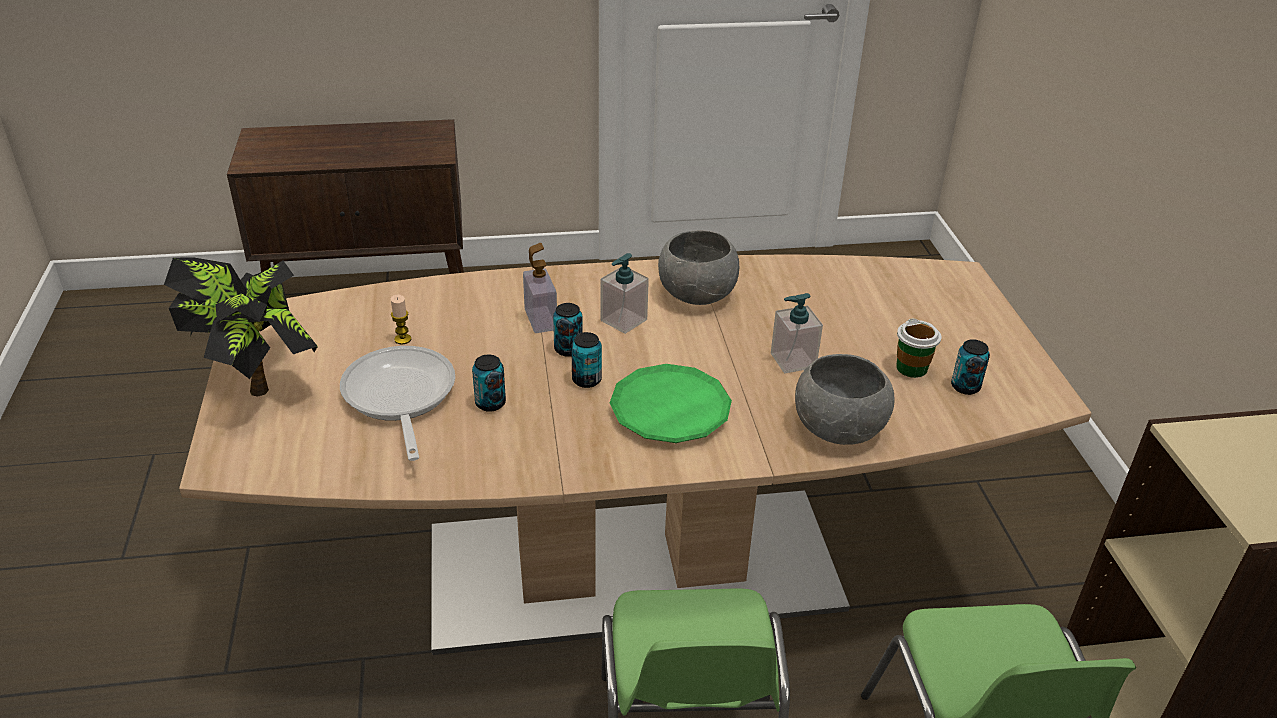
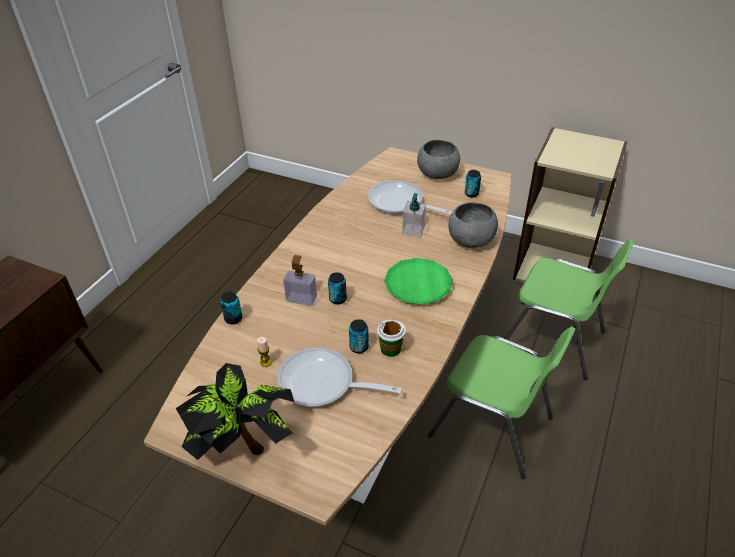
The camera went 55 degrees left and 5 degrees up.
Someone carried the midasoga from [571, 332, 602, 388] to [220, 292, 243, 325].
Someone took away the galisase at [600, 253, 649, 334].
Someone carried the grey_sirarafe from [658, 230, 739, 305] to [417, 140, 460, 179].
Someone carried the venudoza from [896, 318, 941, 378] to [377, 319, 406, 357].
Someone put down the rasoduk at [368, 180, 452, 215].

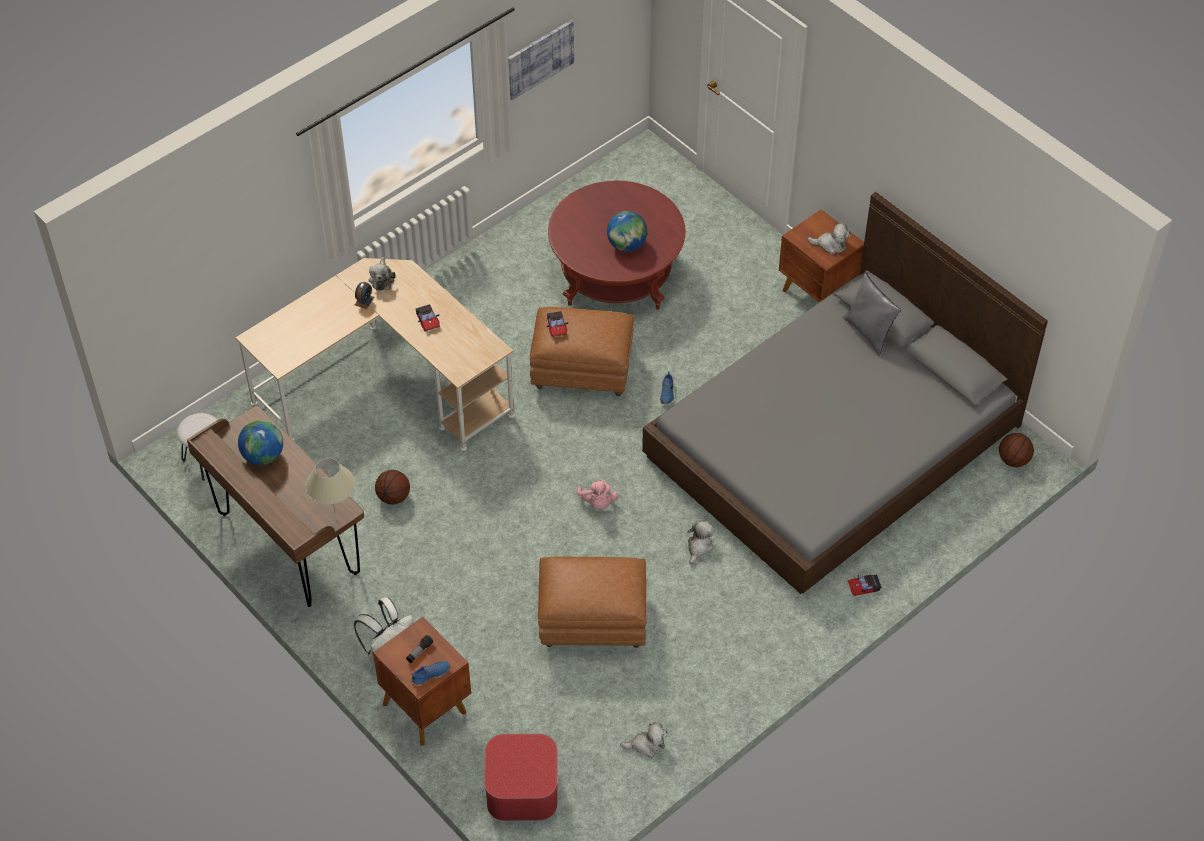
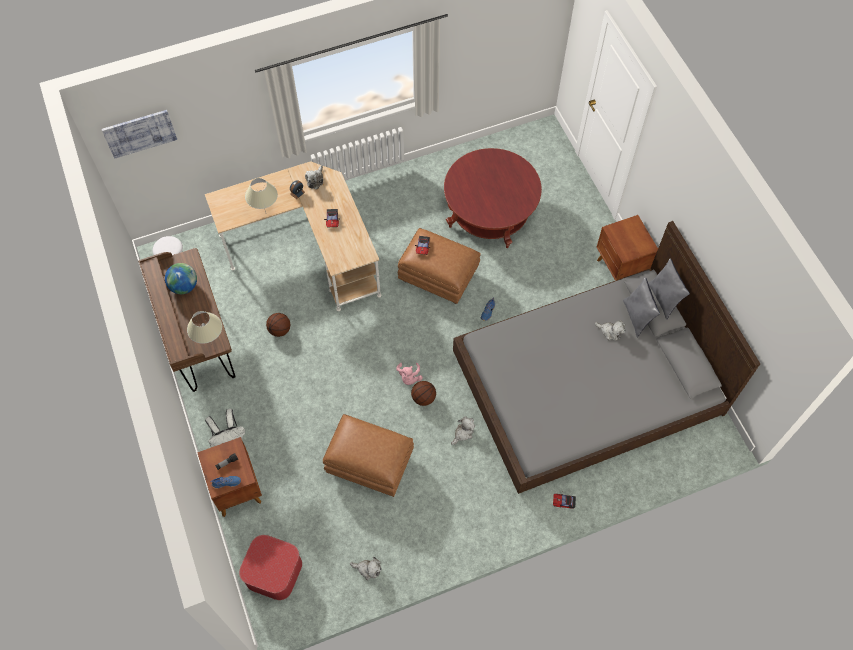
The camera went 20 degrees right and 10 degrees up.
Someone carried the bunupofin from [508, 20, 574, 100] to [102, 110, 177, 158].
Someone took away the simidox at [607, 211, 647, 252].
Someone carried the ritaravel from [808, 223, 850, 254] to [595, 320, 625, 340].
Someone carried the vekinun from [999, 433, 1034, 467] to [411, 381, 436, 406].
Someone put down the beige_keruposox at [245, 178, 278, 213].
Someone put down the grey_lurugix at [648, 258, 690, 320].

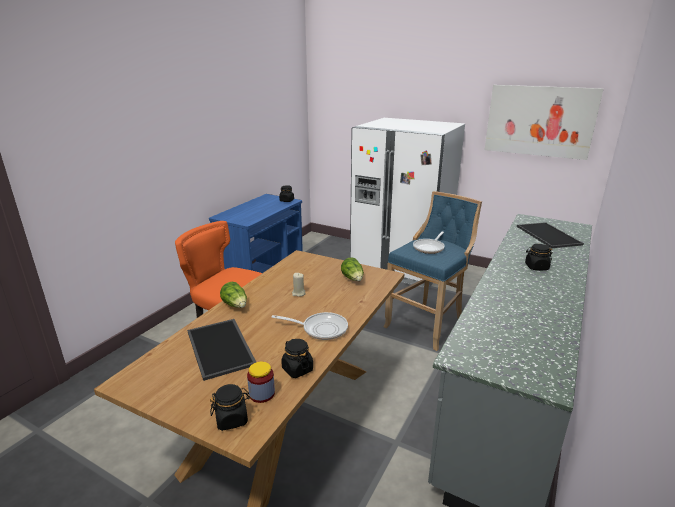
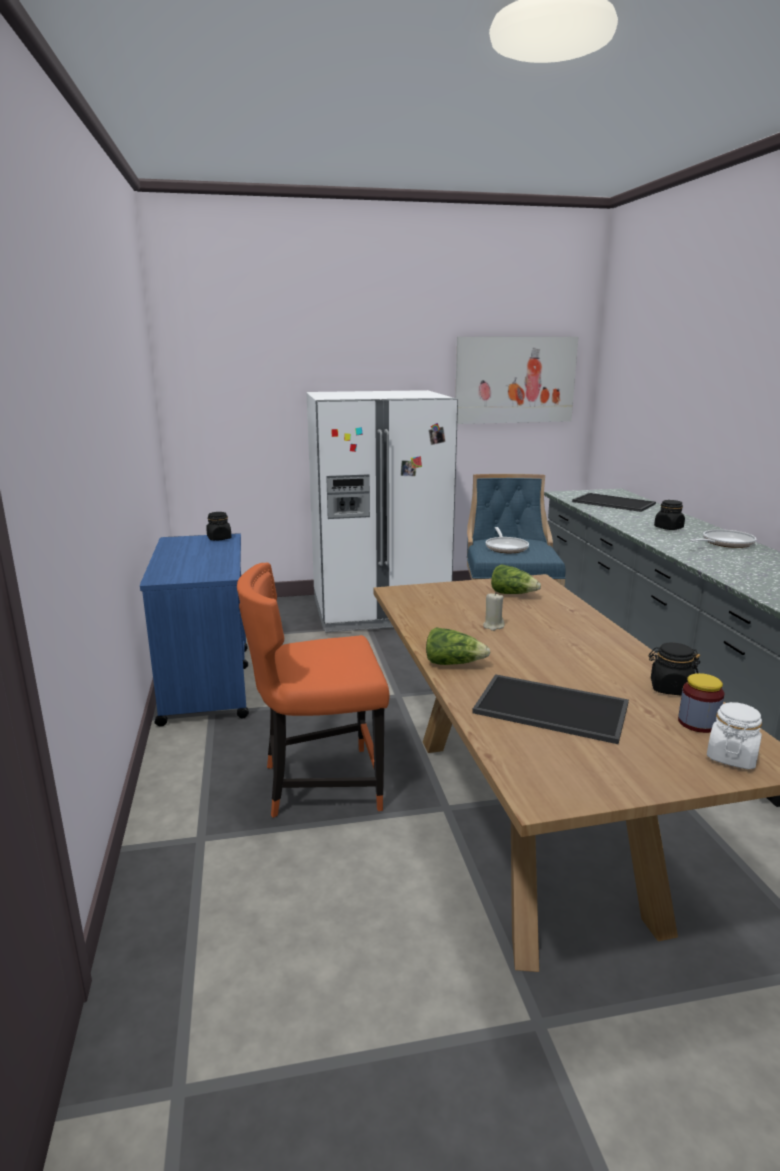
The camera went 40 degrees left and 5 degrees down.
Someone repainted the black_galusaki at [210, 384, 250, 431], which became the white_galusaki at [707, 702, 762, 769].
Someone carried the rasoduk from [272, 312, 348, 340] to [689, 529, 757, 548].

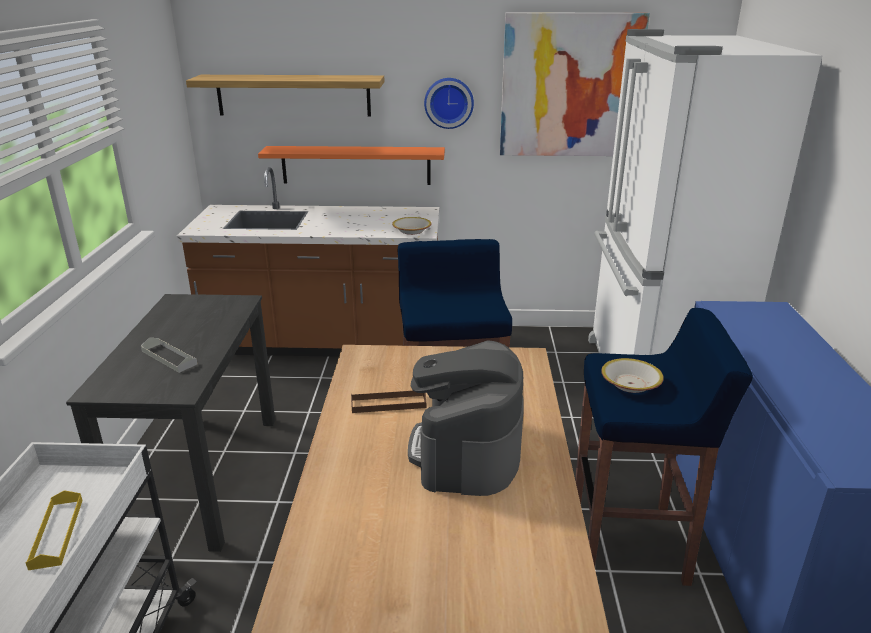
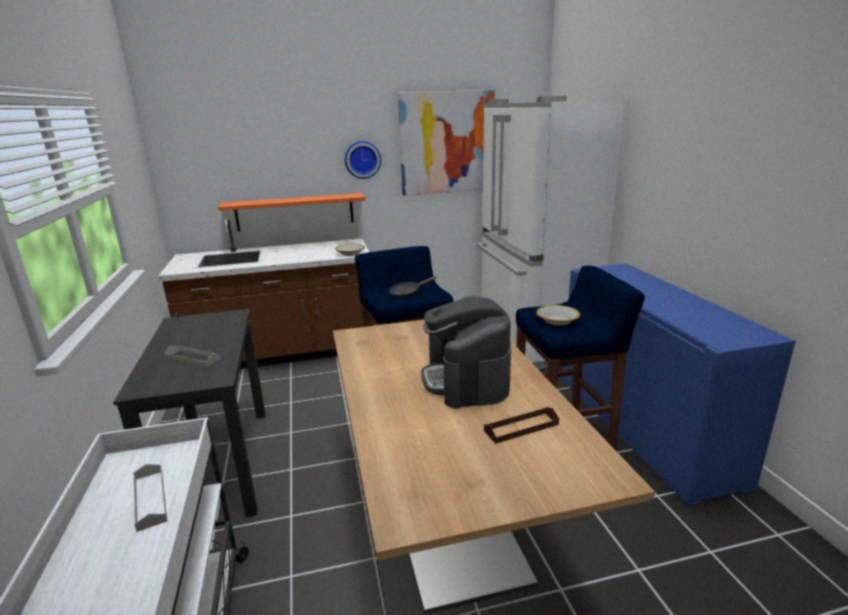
The camera went 15 degrees left and 5 degrees down.
Someone repainted the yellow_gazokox at [26, 490, 83, 570], which became the grey_gazokox at [133, 464, 167, 532].
Someone took away the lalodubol at [186, 75, 384, 116].
Someone carried the brown_gazokox from [351, 391, 426, 413] to [484, 407, 559, 444].
Someone put down the black_rasoduk at [389, 276, 436, 298].

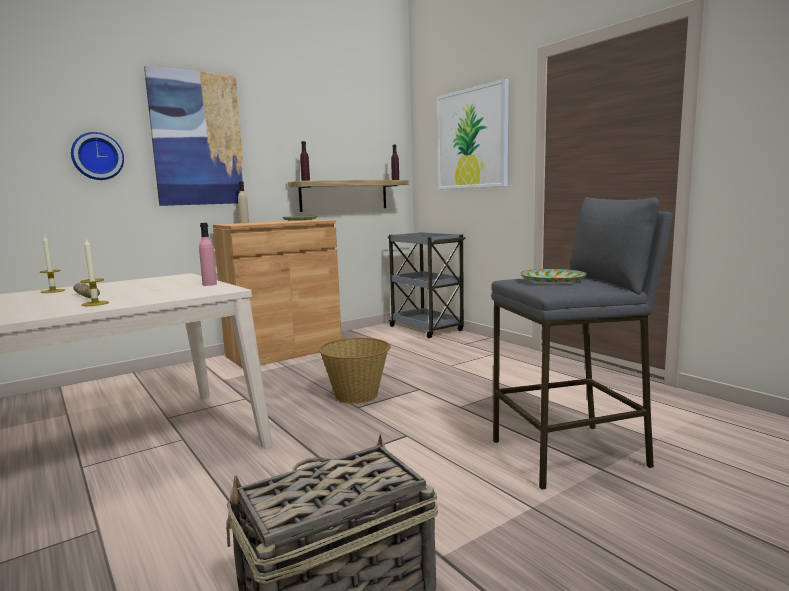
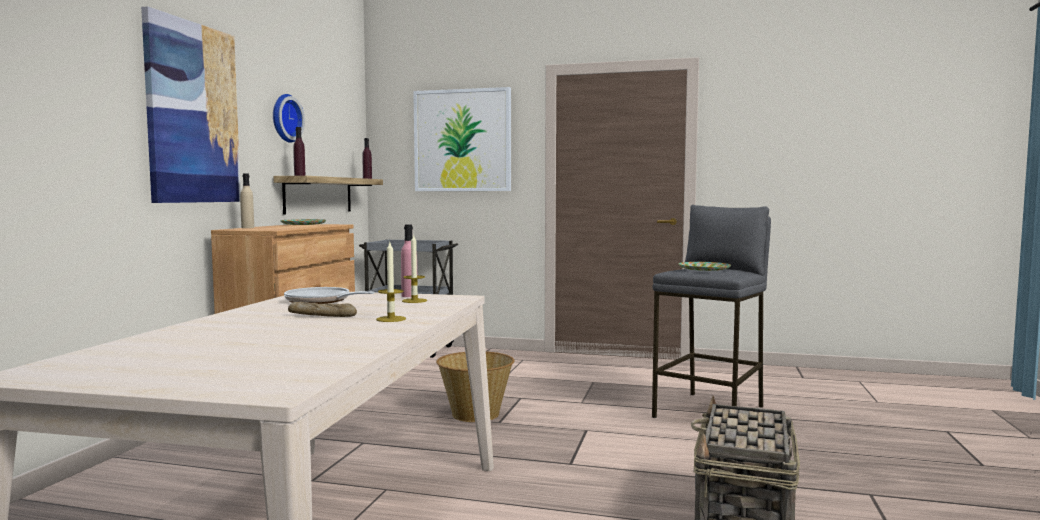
The camera went 40 degrees left and 5 degrees down.
Someone carried the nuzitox from [40, 236, 65, 293] to [402, 234, 427, 303].
Someone carried the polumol from [71, 132, 124, 180] to [273, 94, 305, 143].
Someone put down the rasoduk at [284, 287, 374, 304].

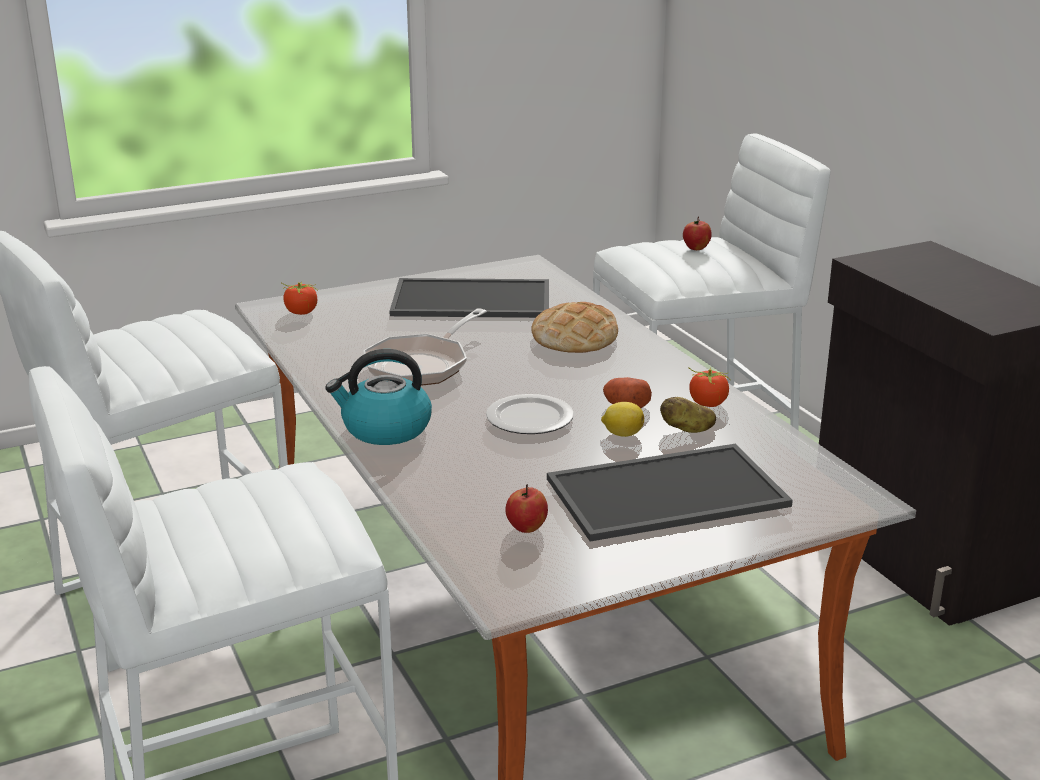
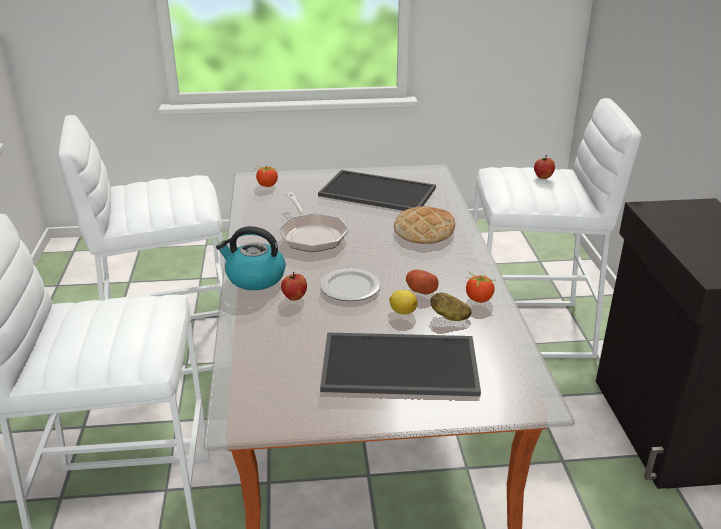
The camera went 20 degrees right and 5 degrees up.
Someone rotated the rasoduk at [363, 308, 487, 386] by 75 degrees counterclockwise.
Someone carried the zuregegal from [506, 484, 548, 533] to [281, 272, 307, 301].

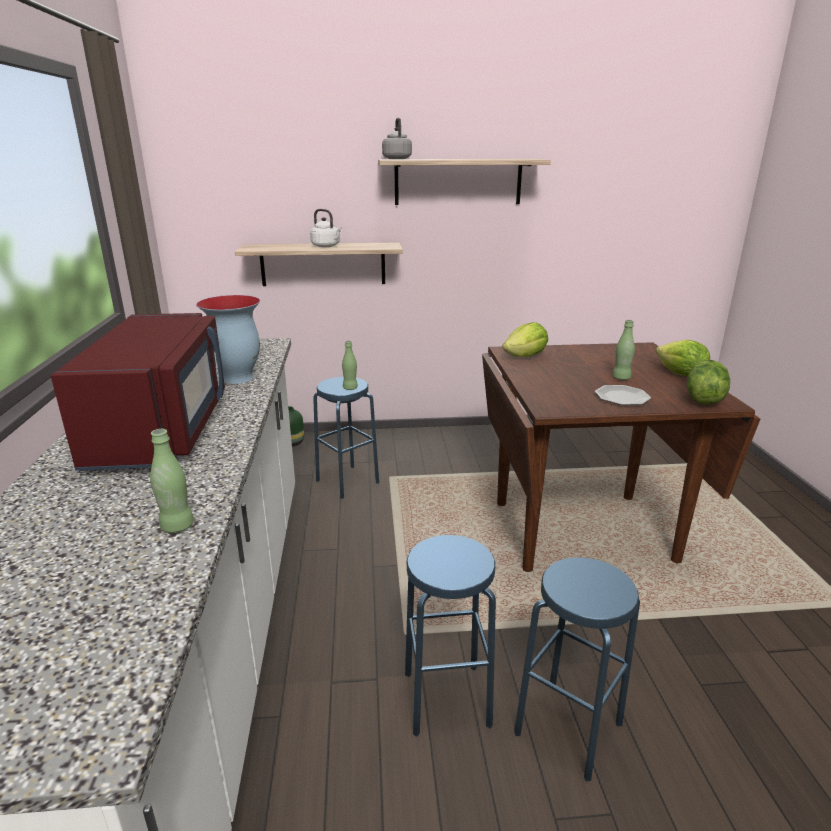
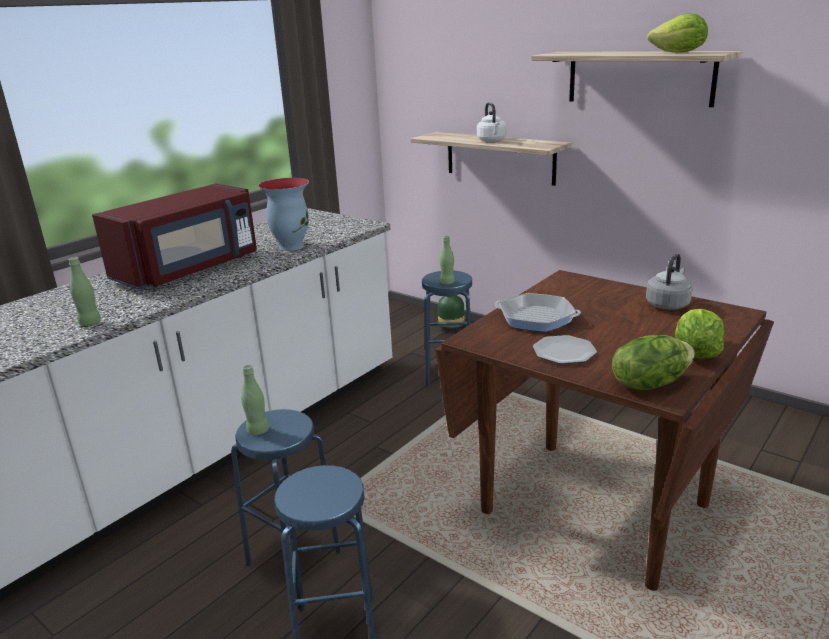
The camera went 45 degrees right and 0 degrees up.
Someone carried the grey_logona from [382, 118, 412, 159] to [646, 254, 692, 310].
Someone carried the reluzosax from [502, 322, 548, 357] to [647, 13, 708, 53].
Someone carried the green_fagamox from [612, 320, 635, 380] to [241, 365, 269, 435].
Someone put down the rasoduk at [495, 293, 581, 332].

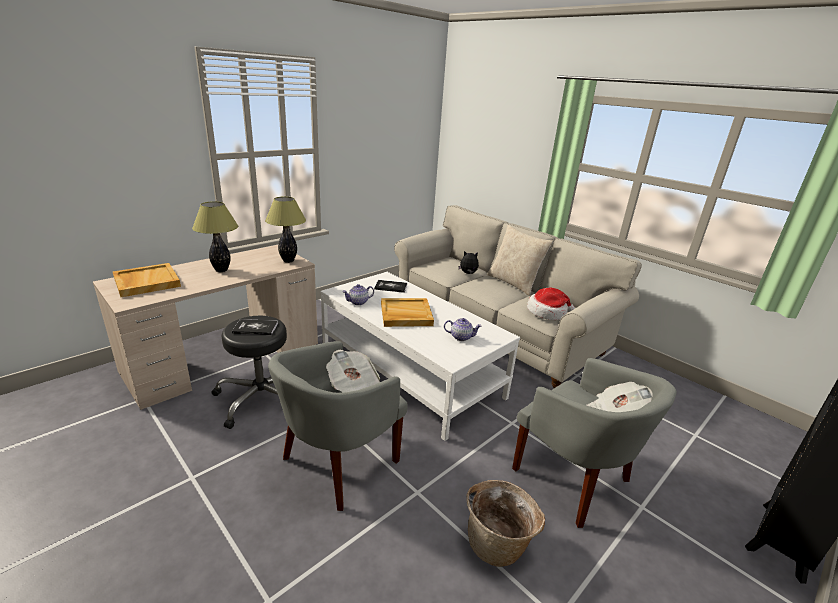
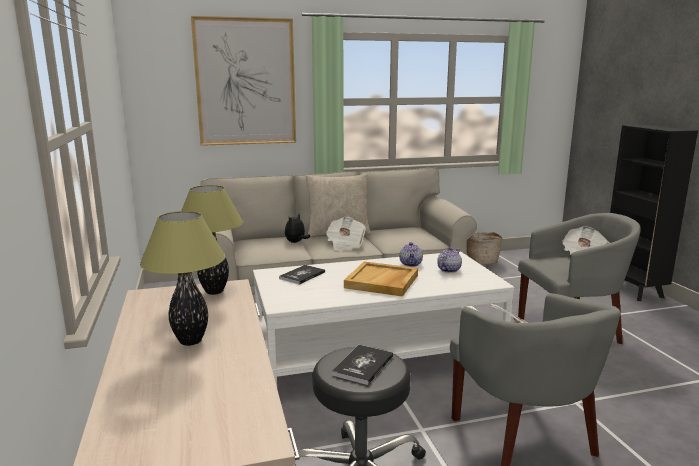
The camera went 60 degrees left and 10 degrees down.
Someone took away the beige_gazokox at [113, 263, 181, 297].
Someone carried the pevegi from [342, 284, 374, 305] to [399, 242, 423, 267].
Someone carried the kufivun from [467, 480, 545, 567] to [467, 232, 503, 264].
Someone took away the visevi at [527, 288, 575, 320].
Someone put up the bunupofin at [191, 16, 296, 146].
Someone put down the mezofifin at [326, 217, 366, 251].

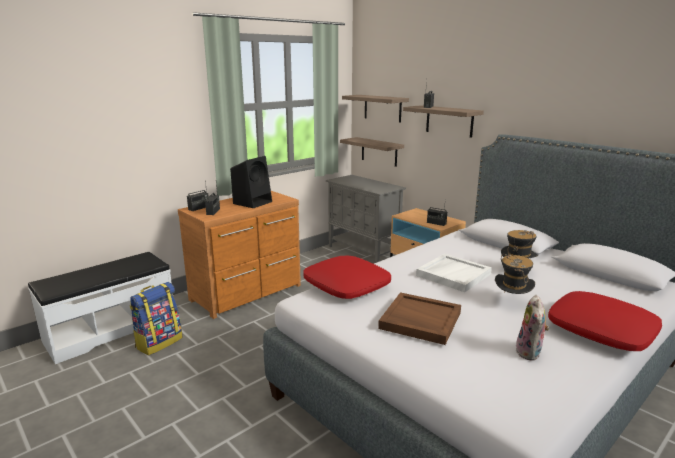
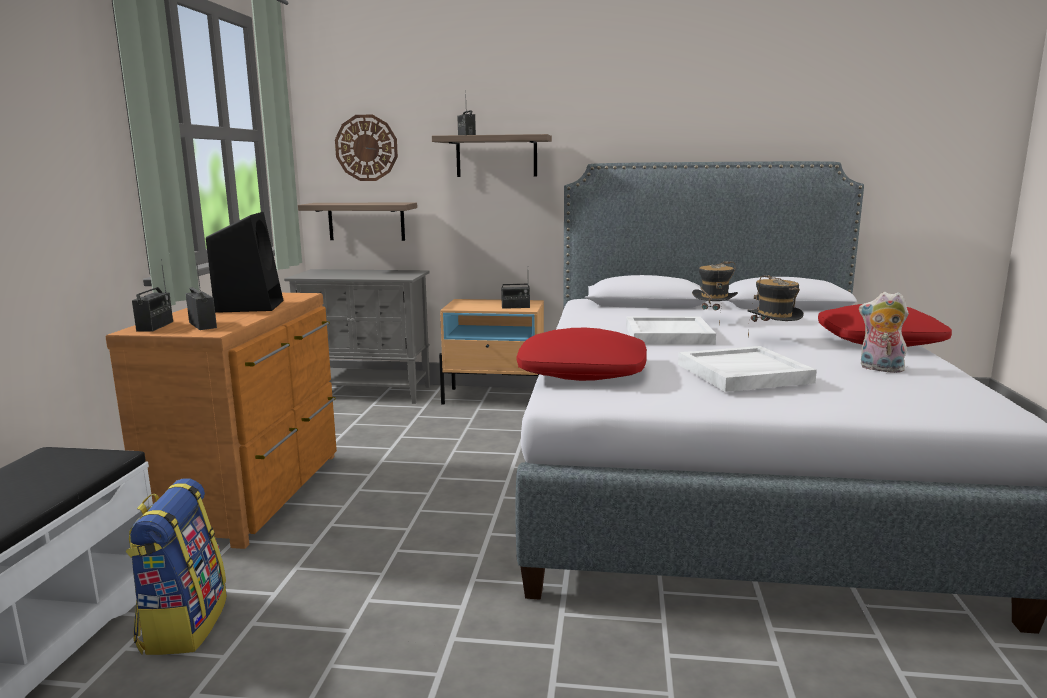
The camera went 40 degrees left and 5 degrees down.
Someone swapped the lalodubol at [342, 95, 409, 122] for the polumol at [335, 115, 398, 181].
Someone repainted the brown_gazokox at [378, 292, 461, 345], which became the white_gazokox at [678, 346, 817, 392].
Someone rotated the ritaravel at [516, 295, 549, 361] by 150 degrees clockwise.

